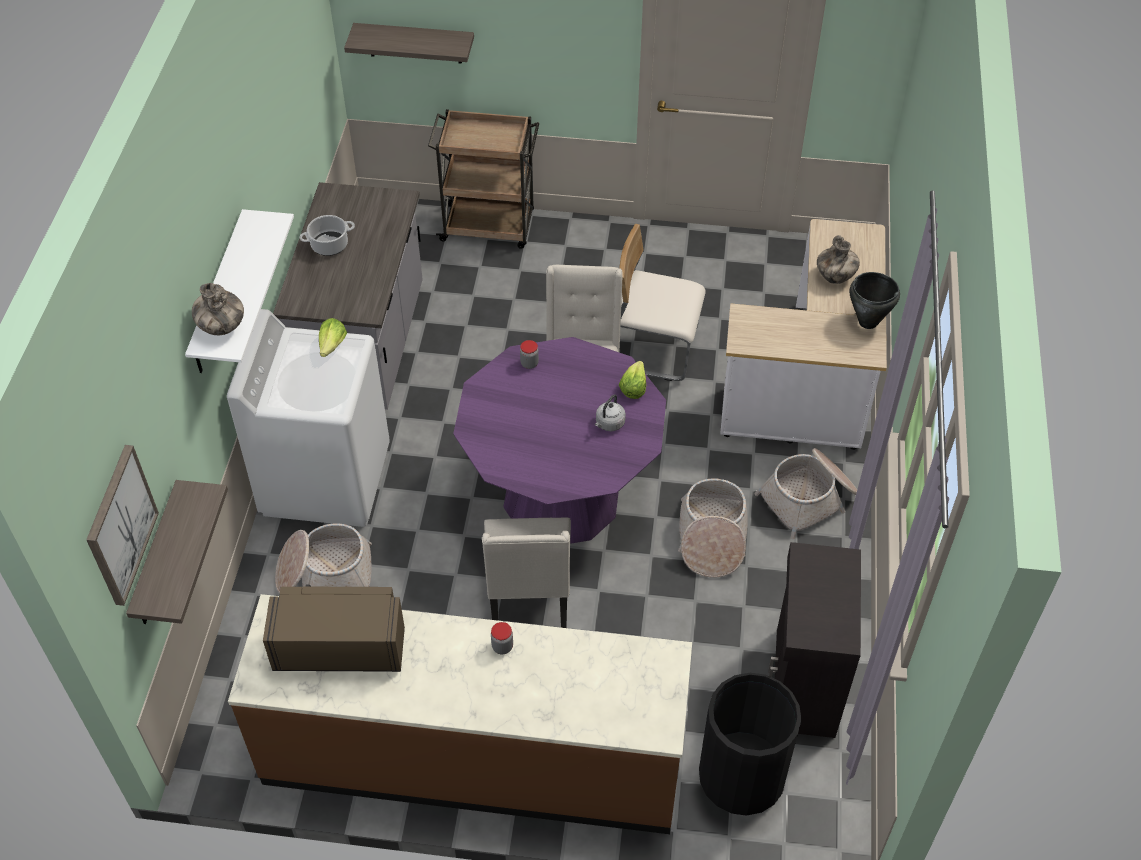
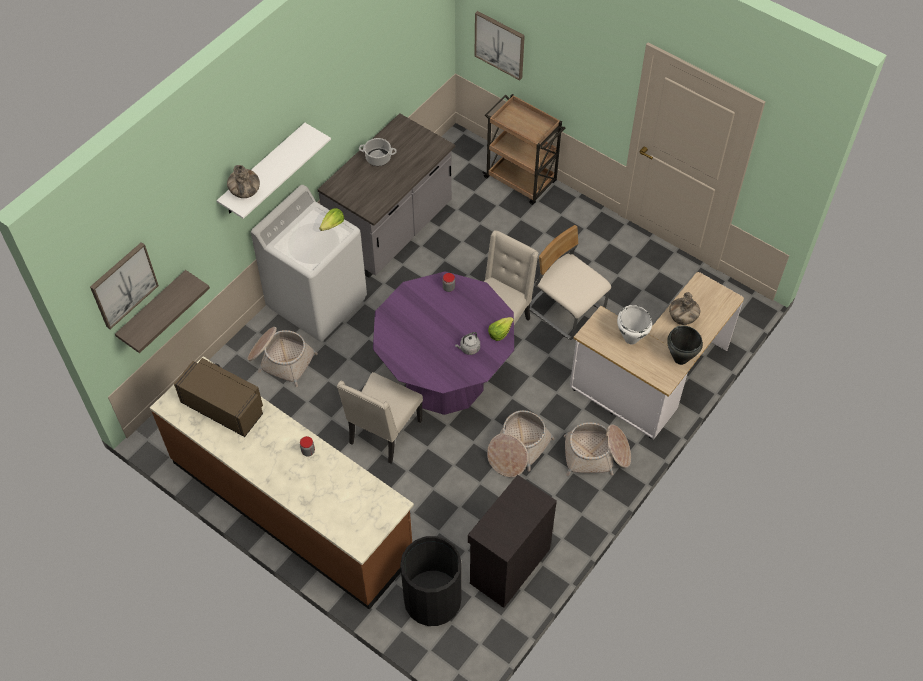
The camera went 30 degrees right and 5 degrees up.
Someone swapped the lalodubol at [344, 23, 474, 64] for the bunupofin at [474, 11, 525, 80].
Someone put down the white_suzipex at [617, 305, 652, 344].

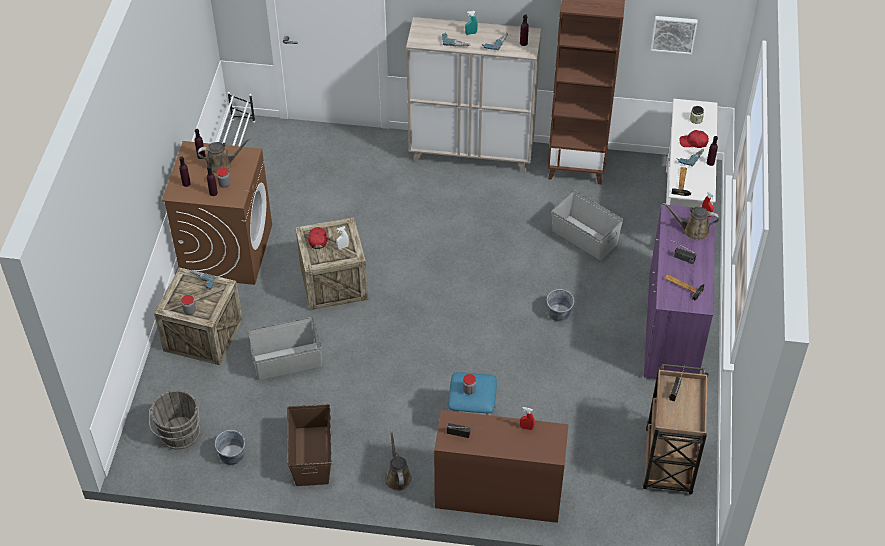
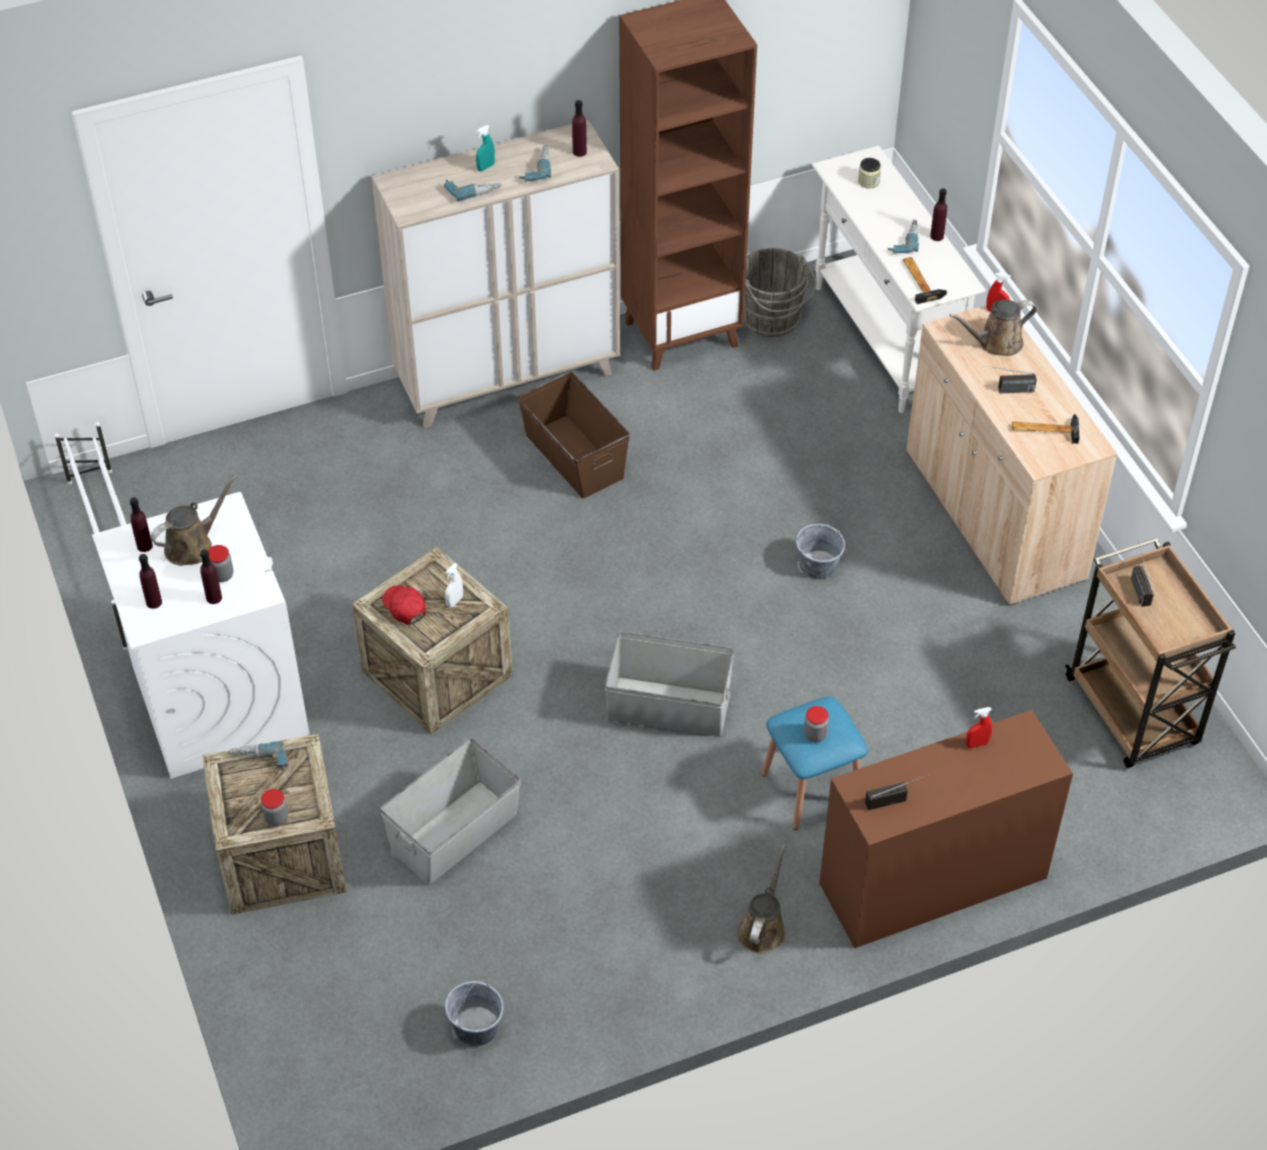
The camera went 30 degrees left and 0 degrees up.
Someone carried the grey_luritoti from [149, 390, 201, 450] to [744, 248, 817, 337].
Someone repainted the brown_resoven at [162, 141, 272, 285], which became the white_resoven at [92, 492, 309, 779].
Someone carried the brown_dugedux from [287, 404, 332, 486] to [517, 371, 630, 498].
Someone rotated the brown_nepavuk at [385, 429, 412, 491] by 60 degrees clockwise.
Someone carried the grey_dugedux from [551, 190, 623, 261] to [605, 631, 734, 737].
Someone repainted the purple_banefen at [644, 204, 715, 379], which became the beige_banefen at [906, 305, 1118, 605].
Someone took away the bunupofin at [651, 16, 697, 55].
Someone took away the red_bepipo at [679, 130, 709, 148].

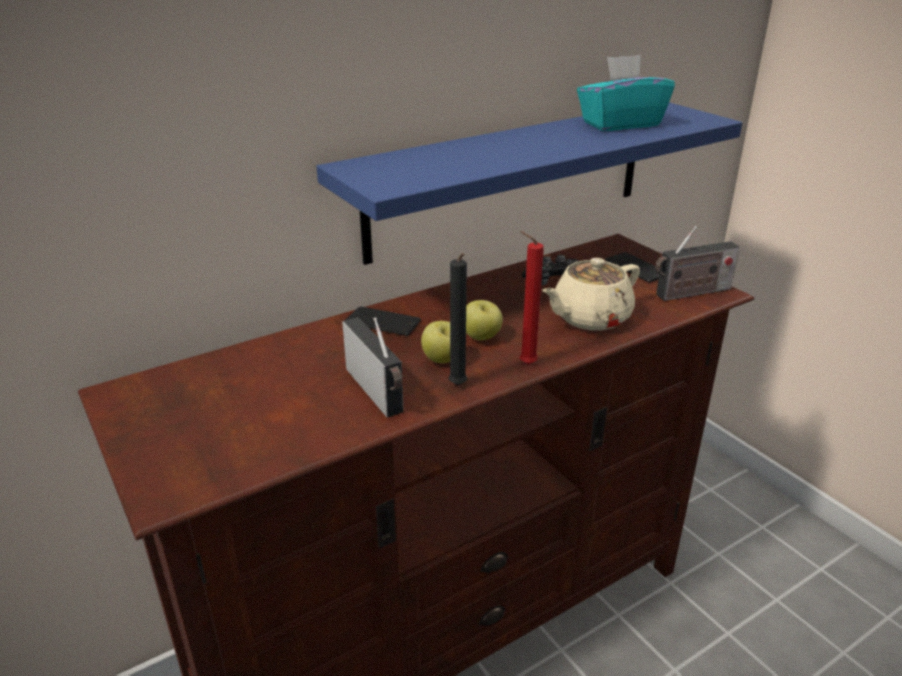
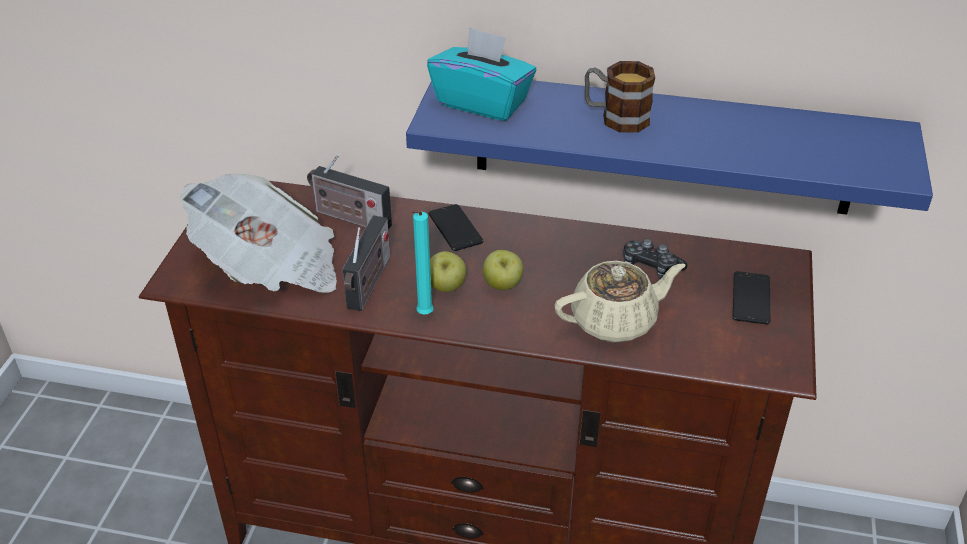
The camera went 45 degrees right and 10 degrees up.
Someone repainted the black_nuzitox at [449, 253, 467, 385], which became the turquoise_nuzitox at [411, 211, 434, 314].
Someone took away the red_nuzitox at [520, 231, 544, 365].
Someone rotated the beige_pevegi at [542, 258, 640, 331] by 150 degrees clockwise.
Someone carried the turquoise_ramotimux from [577, 55, 675, 131] to [427, 27, 536, 121].
Someone carried the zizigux from [655, 226, 740, 301] to [307, 154, 392, 229].
Someone put down the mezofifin at [180, 174, 337, 293].
Someone put down the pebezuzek at [585, 61, 655, 133].

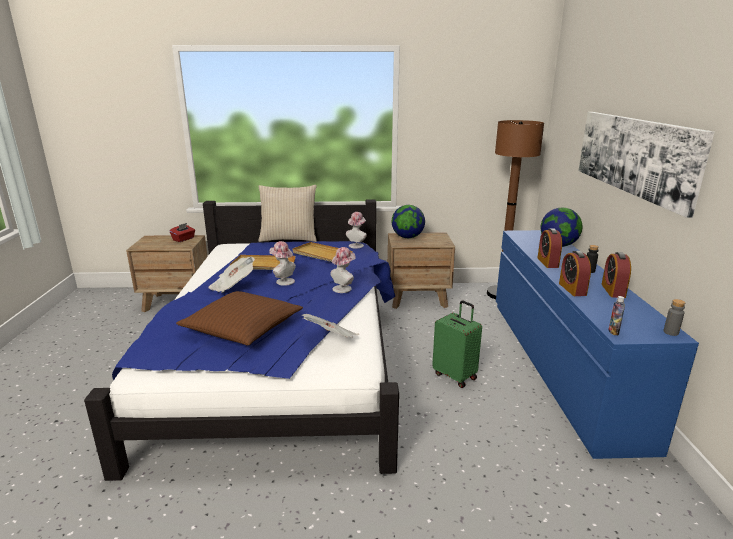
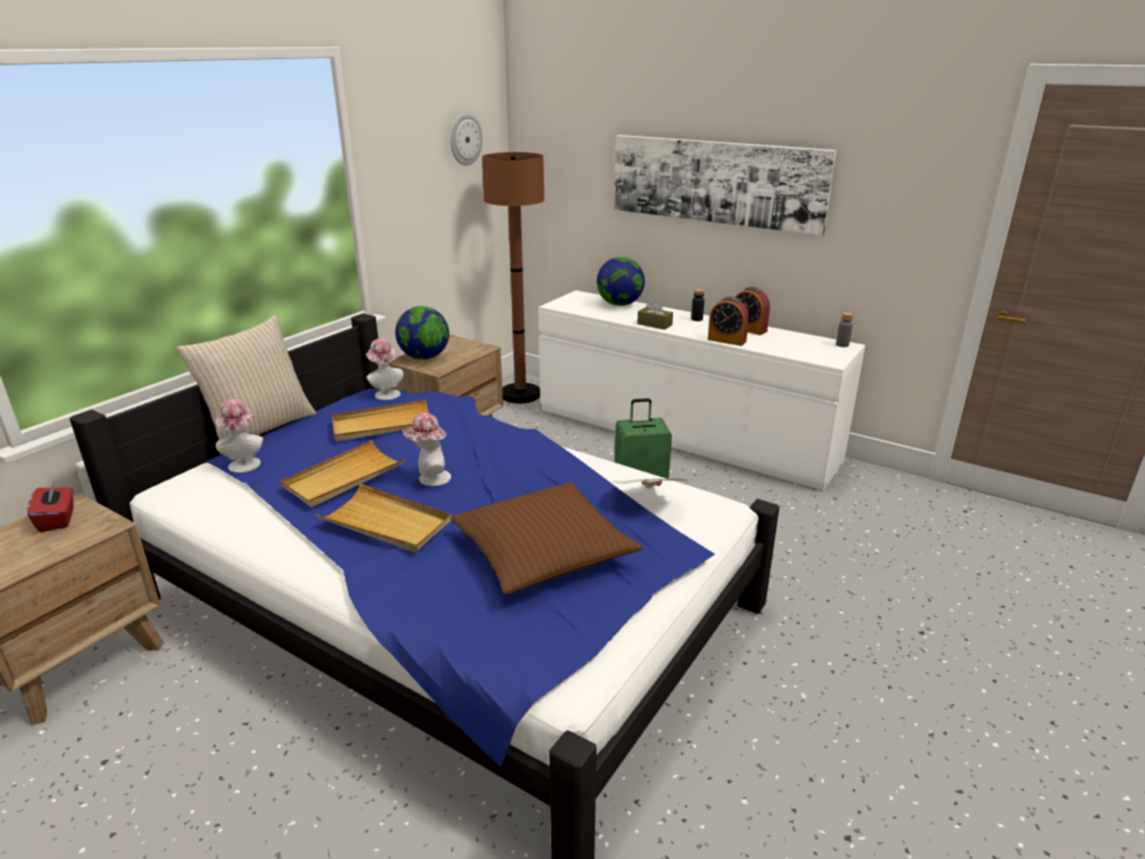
The camera went 55 degrees left and 5 degrees up.
Someone swapped the mezofifin at [209, 257, 255, 293] for the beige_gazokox at [316, 484, 452, 553].
Someone carried the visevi from [330, 247, 356, 293] to [215, 399, 263, 473].
Someone repainted the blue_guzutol at [496, 230, 699, 459], which became the white_guzutol at [538, 290, 865, 490].
Someone swapped the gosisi at [538, 229, 562, 268] for the brown_ramotimux at [637, 299, 673, 330].
Someone took away the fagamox at [608, 296, 625, 335].
Someone put up the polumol at [450, 113, 483, 165].

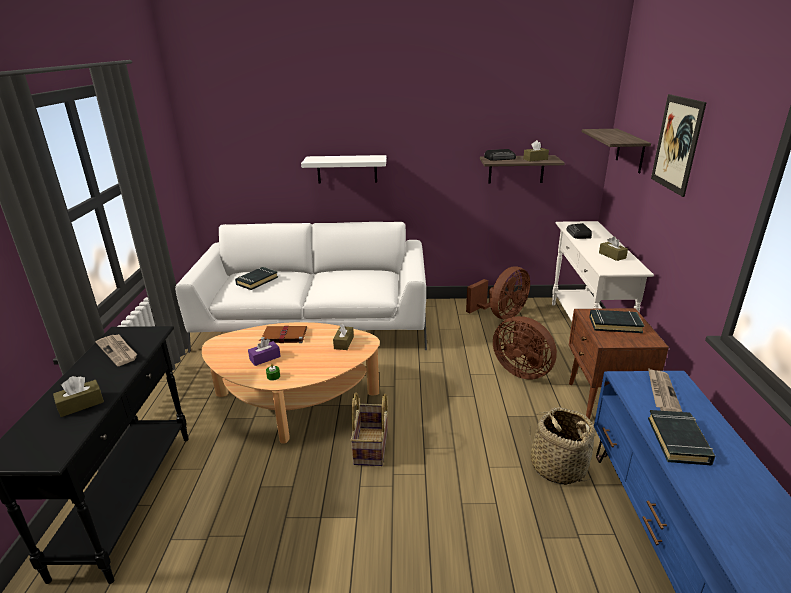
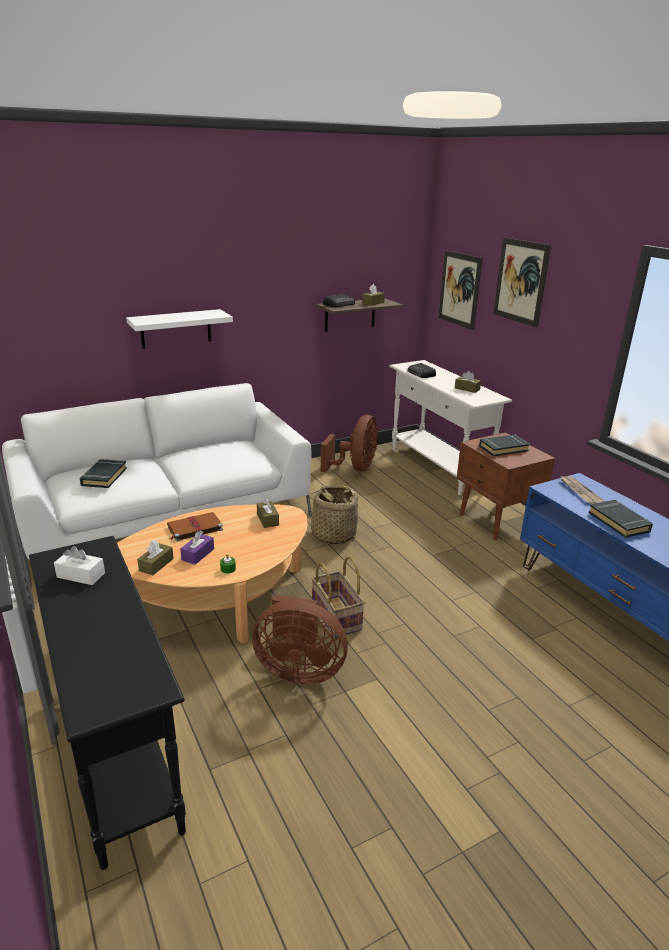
The camera went 30 degrees left and 0 degrees up.
Someone carried the brown_ramotimux from [53, 376, 104, 417] to [137, 540, 174, 575].
Someone swapped the mezofifin at [96, 334, 137, 366] for the white_ramotimux at [54, 546, 105, 585].
Someone carried the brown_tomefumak from [493, 316, 557, 380] to [252, 595, 348, 685].
Someone carried the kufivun from [530, 407, 595, 485] to [305, 485, 361, 544].
Someone swapped the lalodubol at [582, 129, 651, 173] for the bunupofin at [438, 250, 483, 330].

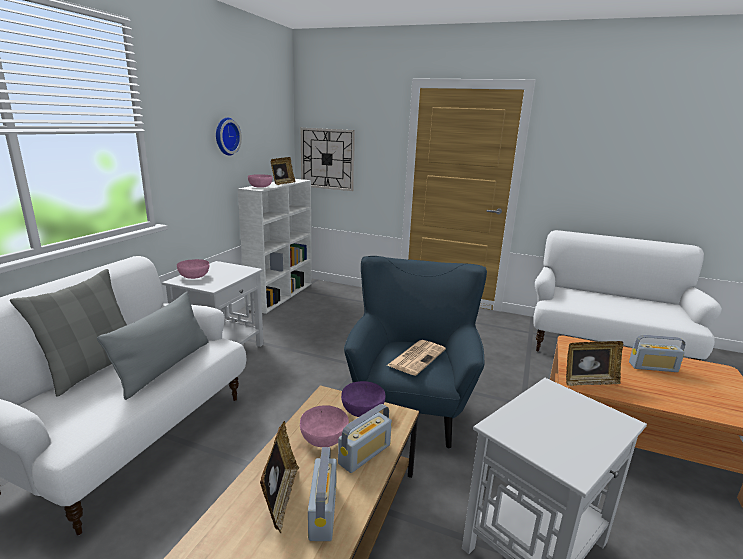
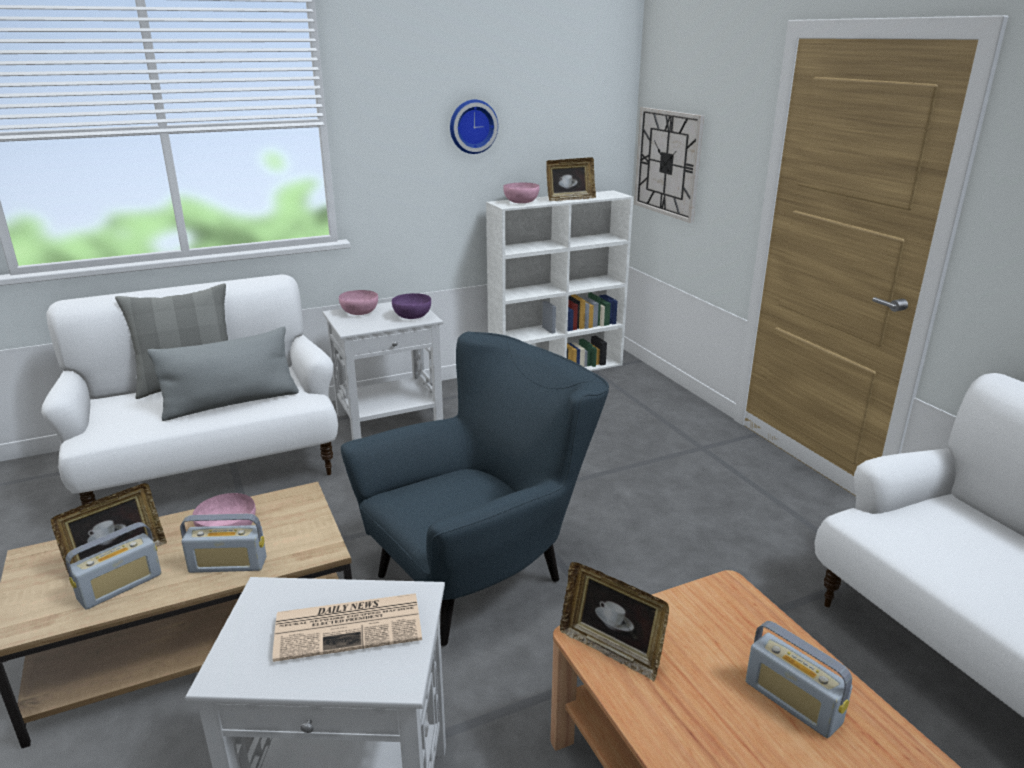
The camera went 45 degrees right and 5 degrees up.
Someone carried the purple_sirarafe from [341, 381, 385, 417] to [392, 293, 431, 319].
Someone carried the mezofifin from [386, 340, 446, 376] to [272, 593, 422, 662].

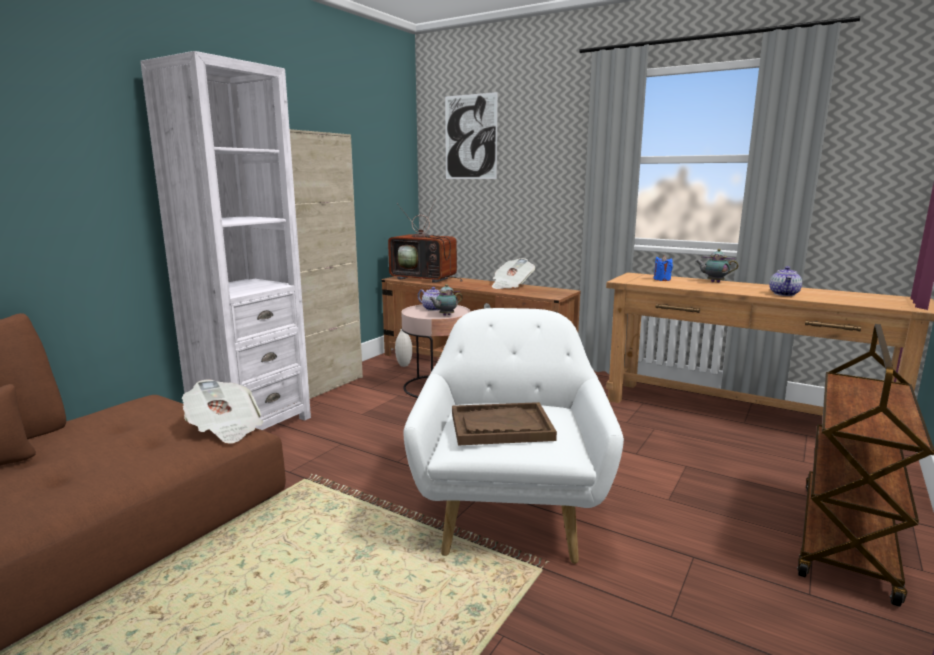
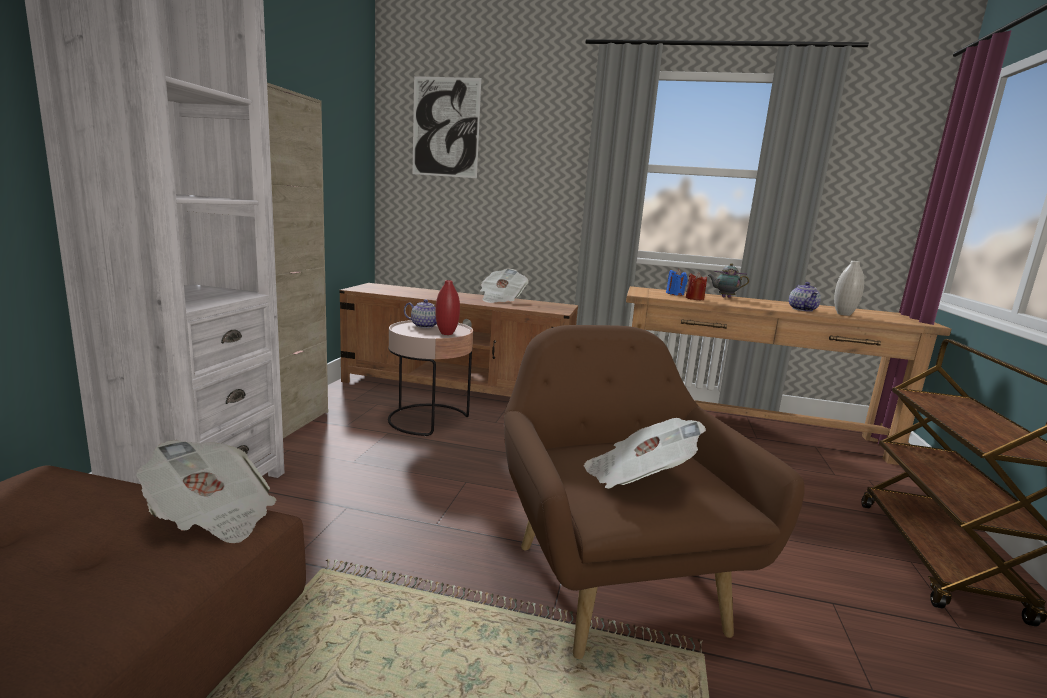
The camera went 20 degrees left and 0 degrees up.
Someone took away the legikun at [388, 200, 463, 283].
Someone carried the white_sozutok from [395, 329, 412, 367] to [834, 261, 864, 316].
Someone repainted the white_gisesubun at [403, 308, 624, 564], which became the brown_gisesubun at [504, 325, 805, 659].
Someone swapped the pevegi at [429, 284, 463, 316] for the red_sozutok at [435, 280, 460, 335].
Someone swapped the brown_gazokox at [452, 402, 557, 445] for the mezofifin at [584, 418, 706, 489].
Someone put down the red_nuzitox at [686, 272, 707, 300].

